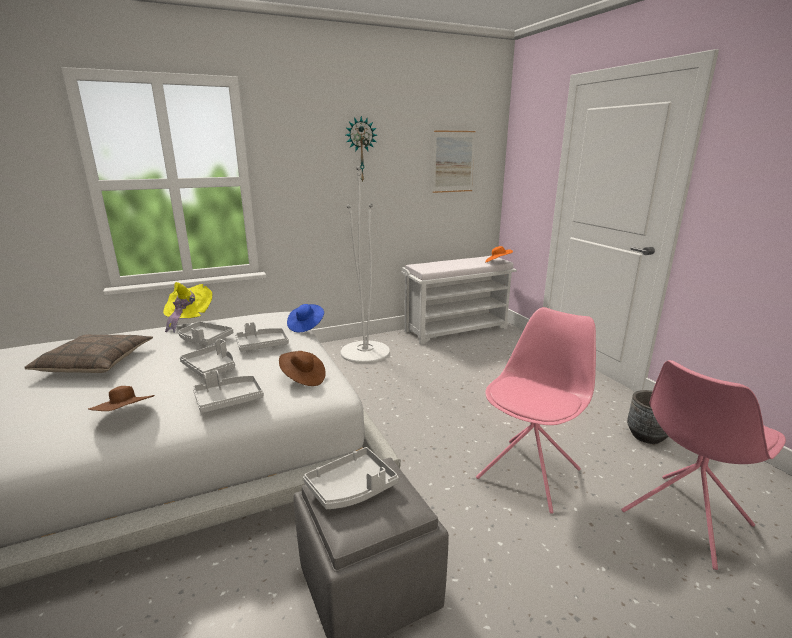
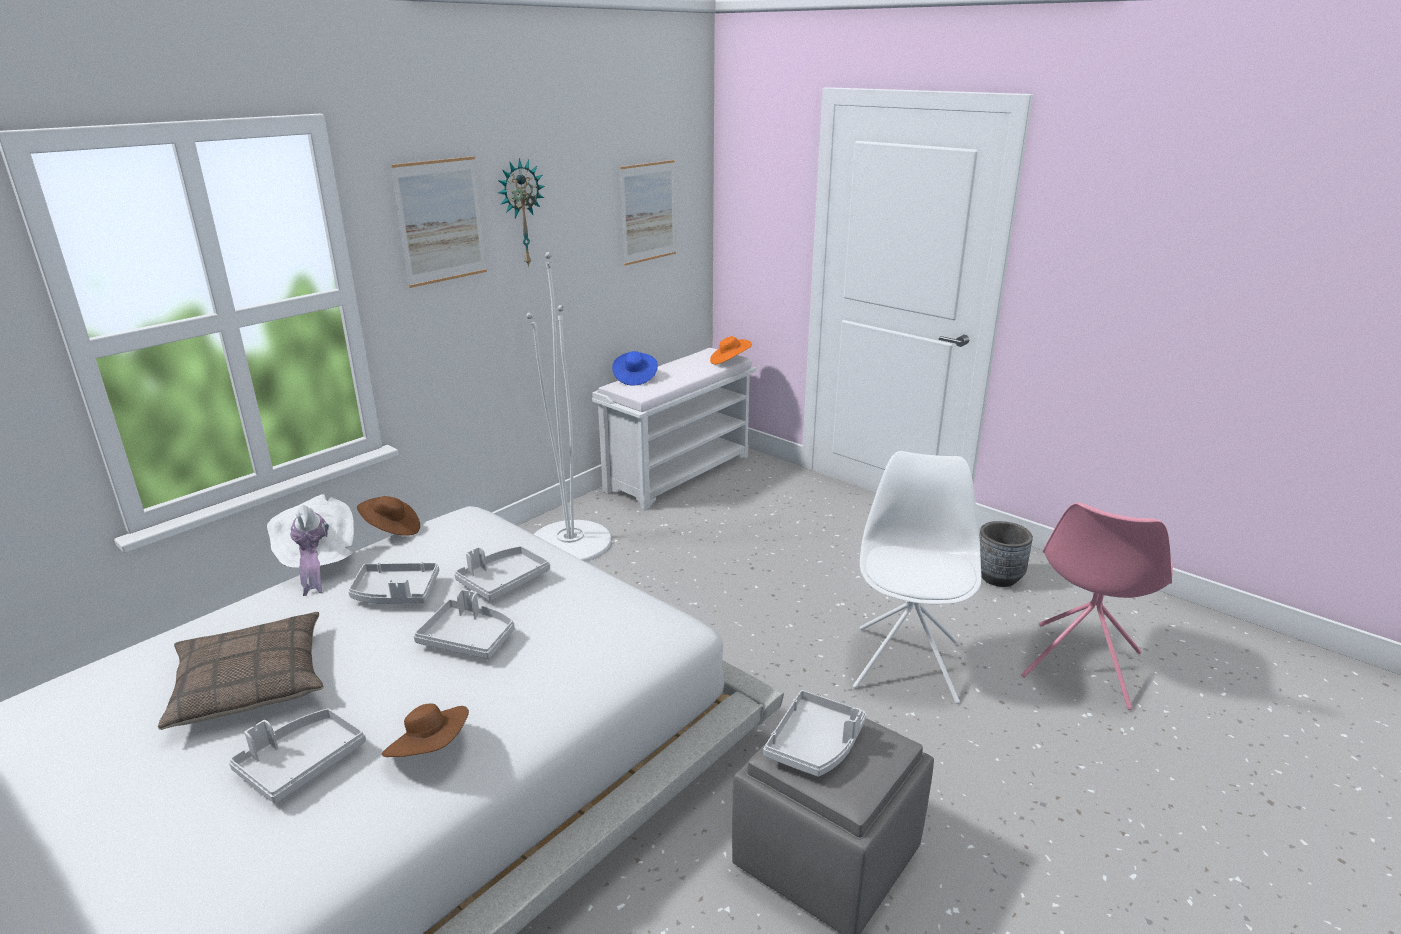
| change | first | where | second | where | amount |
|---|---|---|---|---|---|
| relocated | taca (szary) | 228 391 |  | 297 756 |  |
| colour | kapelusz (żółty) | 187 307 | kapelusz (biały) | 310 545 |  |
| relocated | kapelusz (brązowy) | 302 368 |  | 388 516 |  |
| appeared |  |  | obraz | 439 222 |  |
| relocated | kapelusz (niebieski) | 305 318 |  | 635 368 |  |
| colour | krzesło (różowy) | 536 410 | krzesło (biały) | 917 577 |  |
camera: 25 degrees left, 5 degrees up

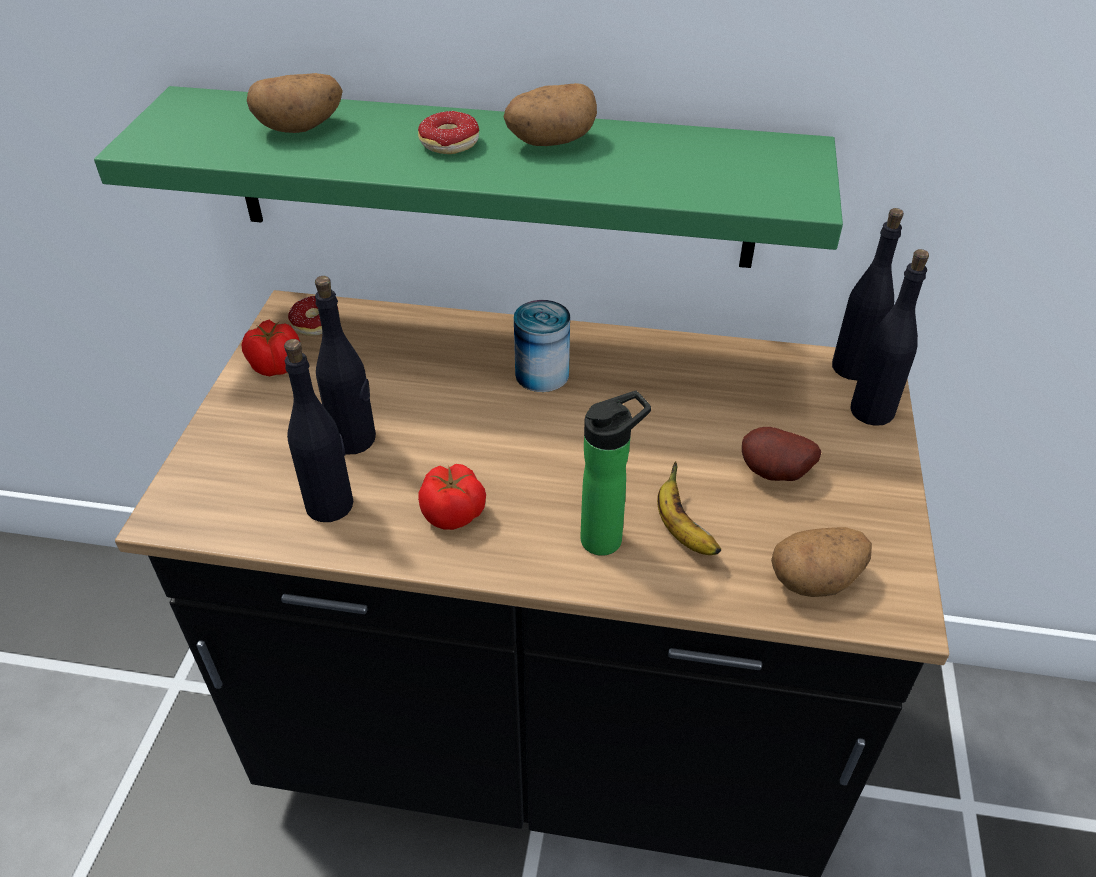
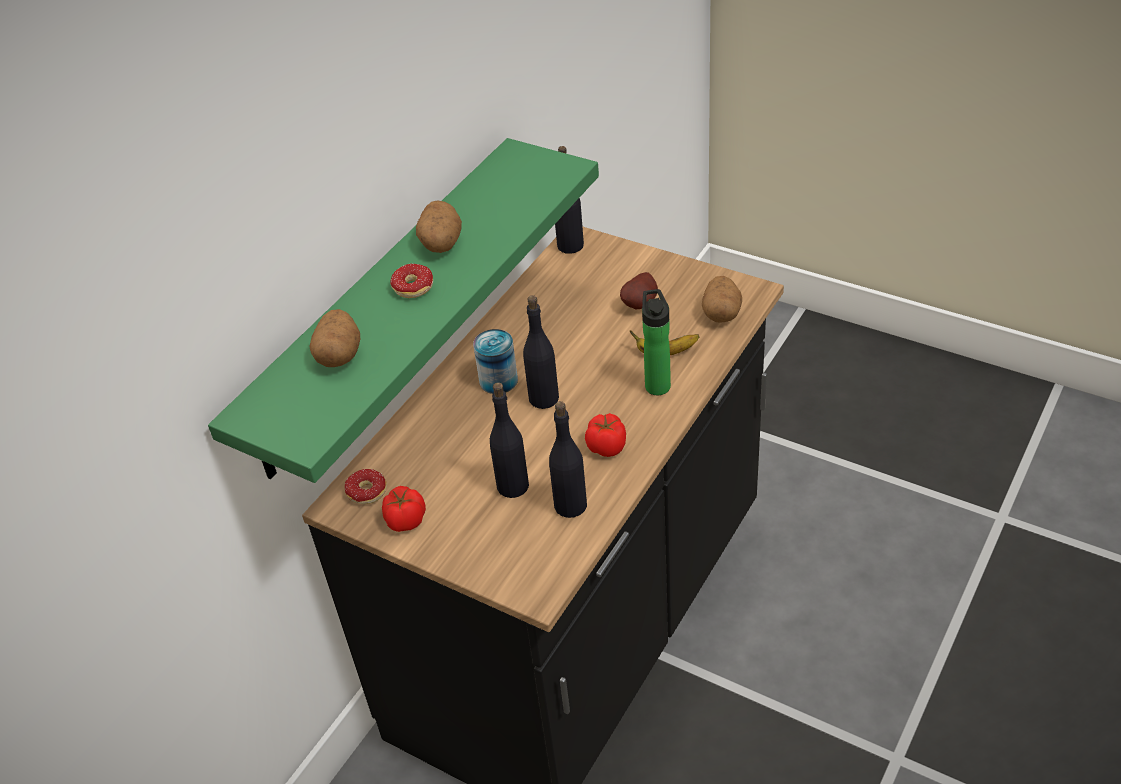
| change | first | where | second | where | amount |
|---|---|---|---|---|---|
| relocated | butelka (czarny) | 889 337 |  | 541 352 |  |
camera: 65 degrees left, 0 degrees up

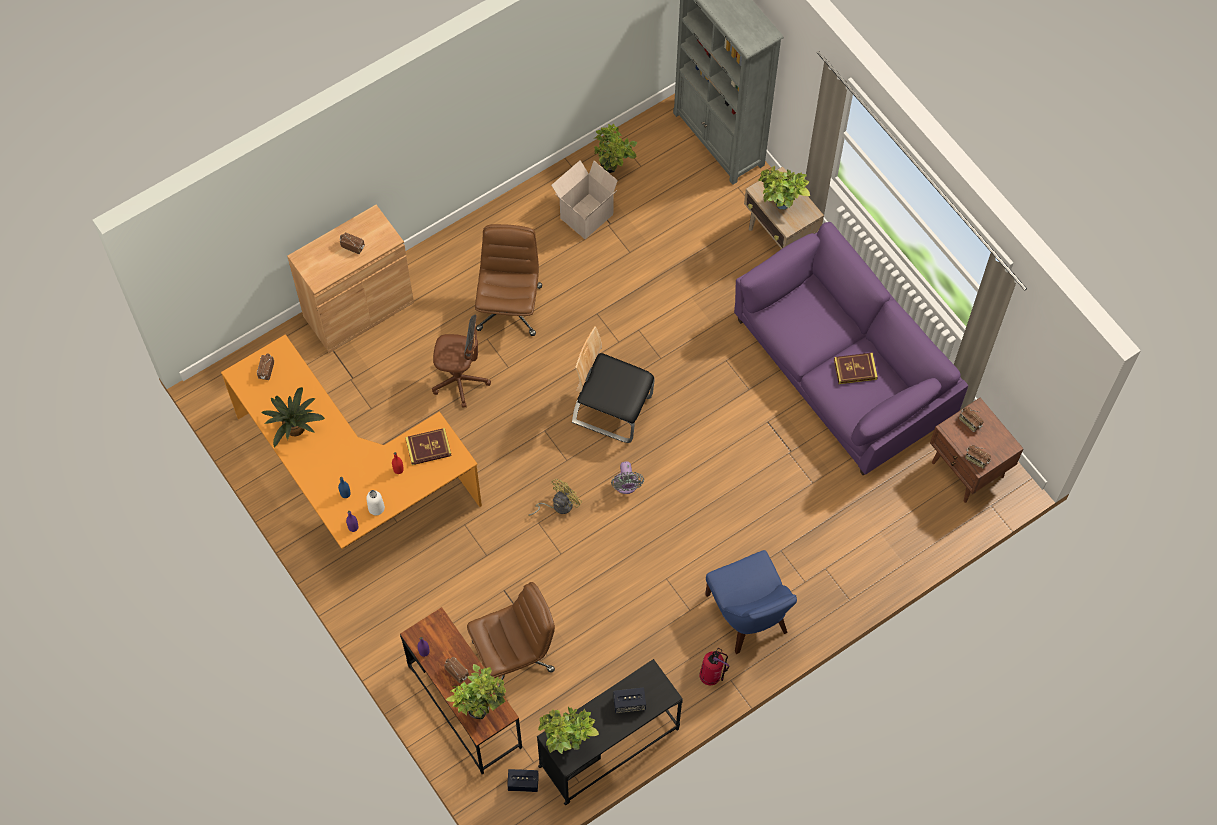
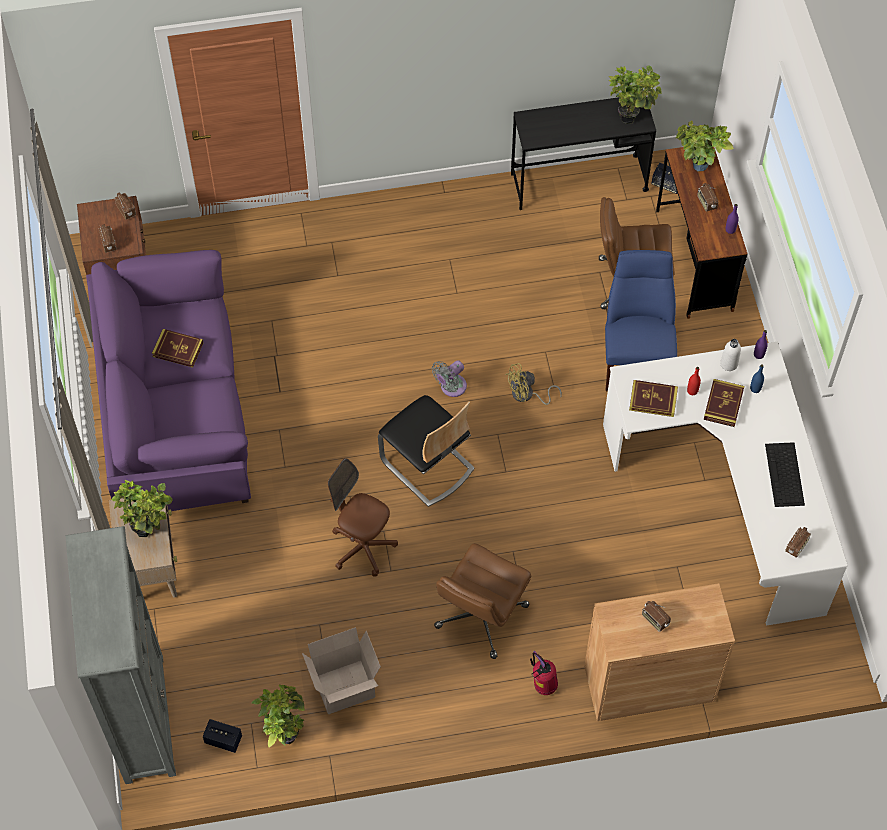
| change | first | where | second | where | amount |
|---|---|---|---|---|---|
| relocated | głośnik | 629 700 |  | 222 736 |  |
| relocated | krzesło biurowe (brązowy) | 461 361 |  | 363 517 |  |
| spun | wentylator (szary) | 627 478 |  | 449 378 | 150 degrees counterclockwise |
| relocated | gaśnica | 714 666 |  | 544 673 |  |
| colour | biurko (pomarańczowy) | 351 441 | biurko (biały) | 725 484 |  |
| relocated | krzesło (niebieski) | 751 602 |  | 641 321 |  |
| appeared |  |  | książka | 723 403 |  |
| exchanged | roślina doniczkowa | 293 417 | klawiatura | 785 474 |  |
camera: 155 degrees left, 5 degrees down

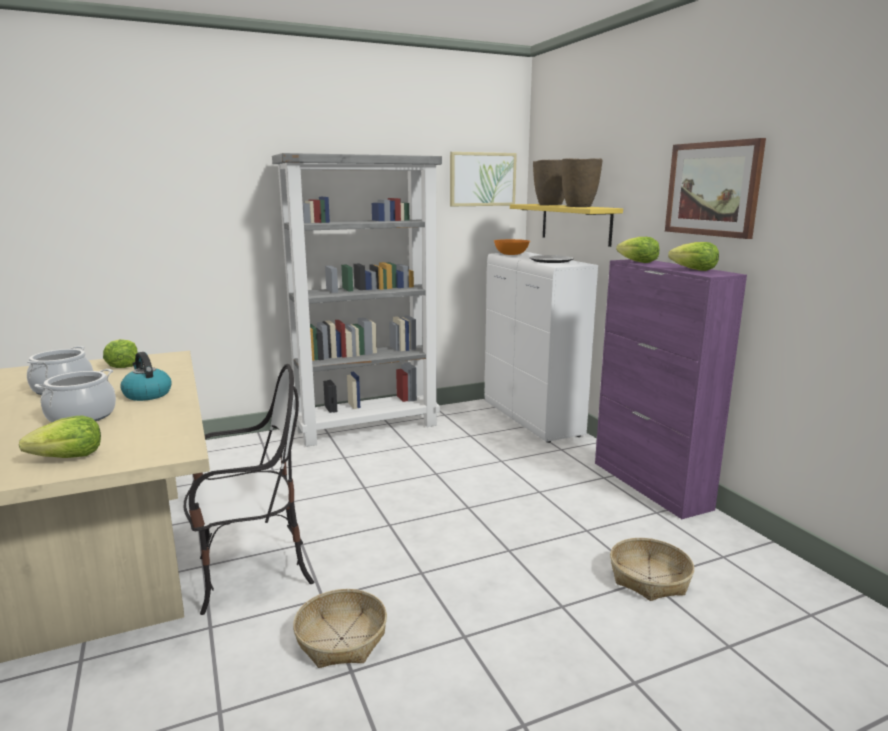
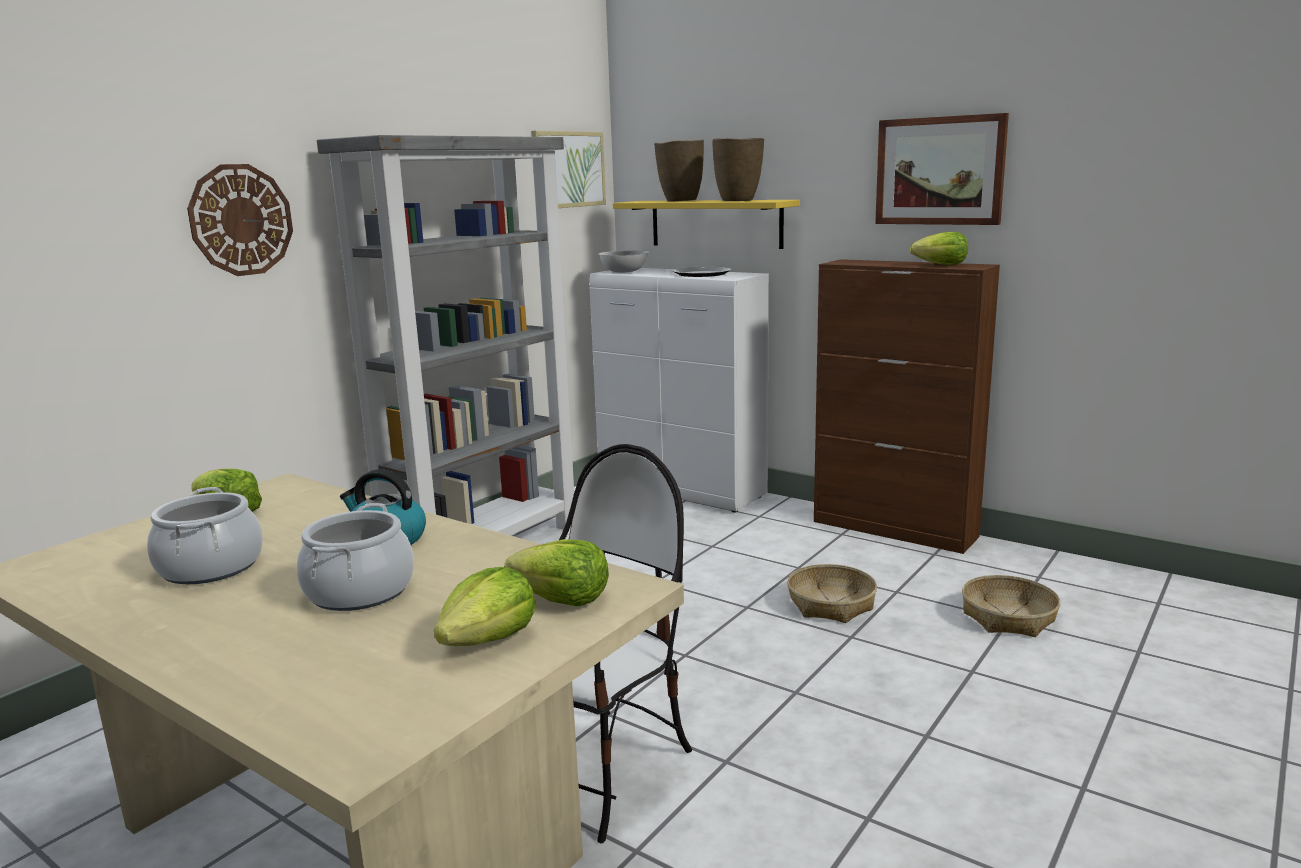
| change | first | where | second | where | amount |
|---|---|---|---|---|---|
| appeared |  |  | zegar ścienny | 240 220 |  |
| relocated | sałata | 637 250 |  | 556 572 |  |
| colour | miska (pomarańczowy) | 512 247 | miska (biały) | 623 261 |  |
| relocated | koszyk | 340 628 |  | 832 593 |  |
| colour | szafka (fioletowy) | 671 389 | szafka (brązowy) | 907 406 |  |
camera: 30 degrees left, 0 degrees up

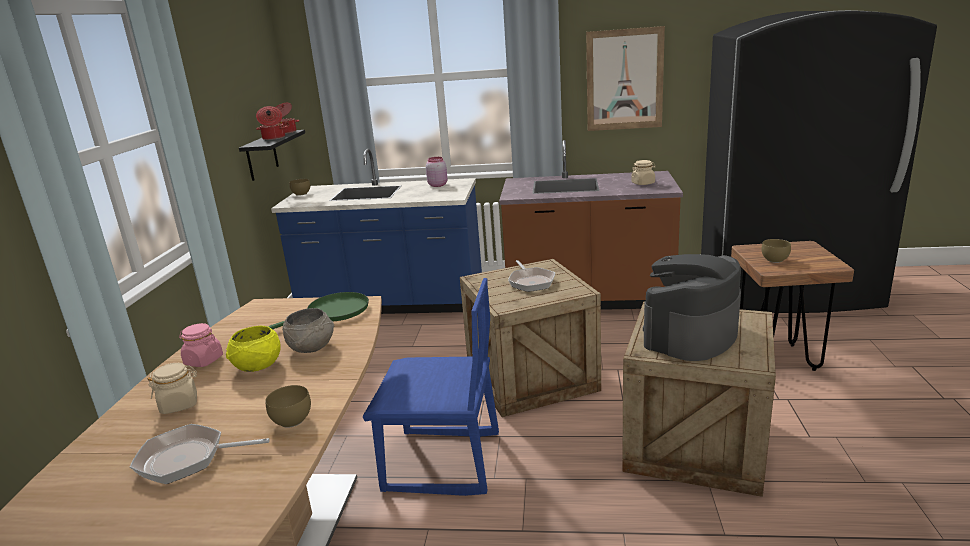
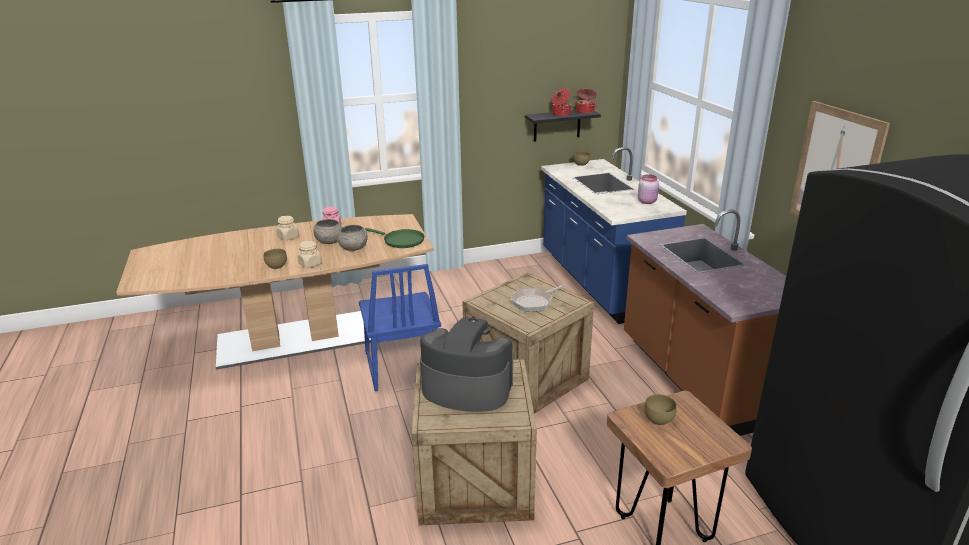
| change | first | where | second | where | amount |
|---|---|---|---|---|---|
| relocated | słoik (beżowy) | 643 172 |  | 309 254 |  |
| colour | miska (żółty) | 253 349 | miska (szary) | 327 231 |  |
| missing | patelnia | 200 454 |  |  |  |
camera: 65 degrees right, 5 degrees up

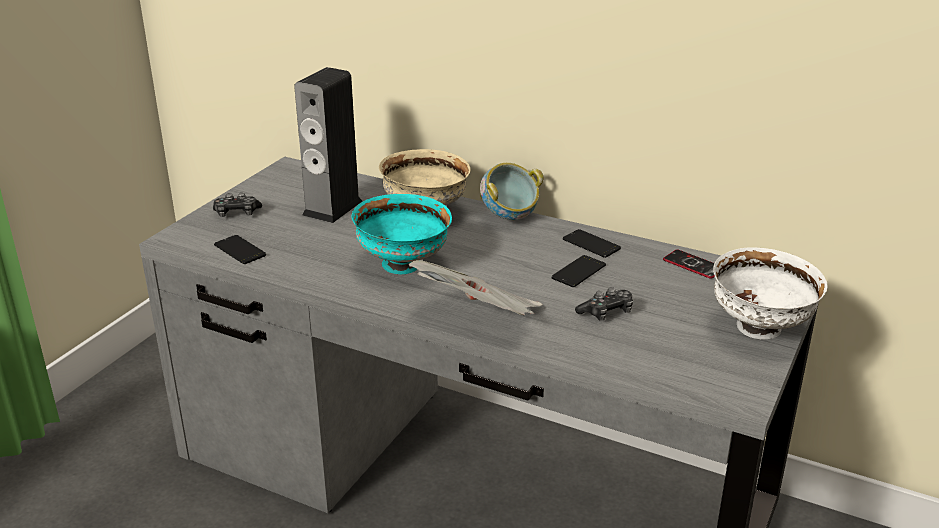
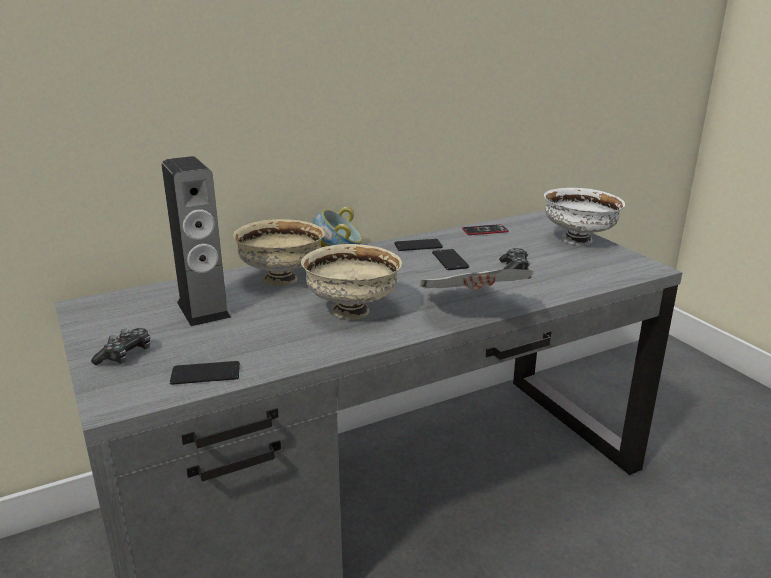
| change | first | where | second | where | amount |
|---|---|---|---|---|---|
| colour | miska (turkusowy) | 401 234 | miska (beżowy) | 351 282 |  |
camera: 55 degrees left, 5 degrees down

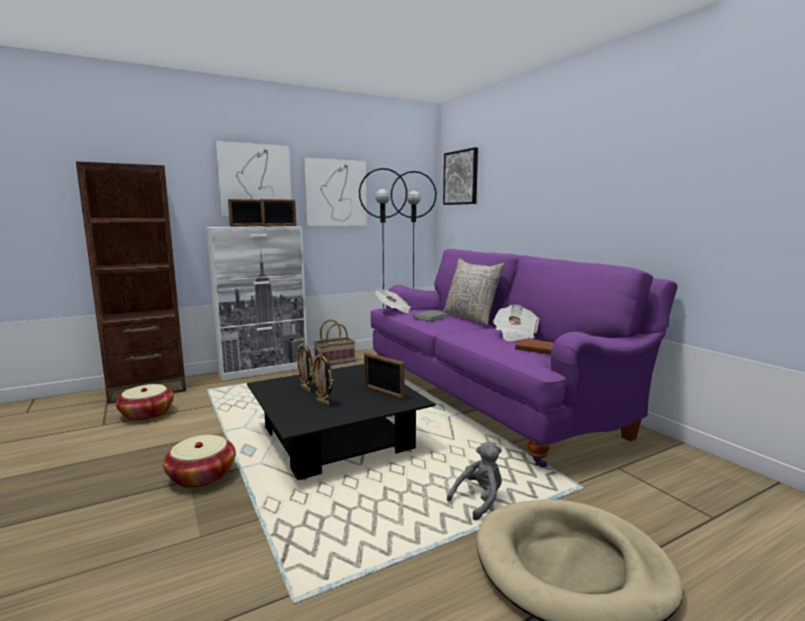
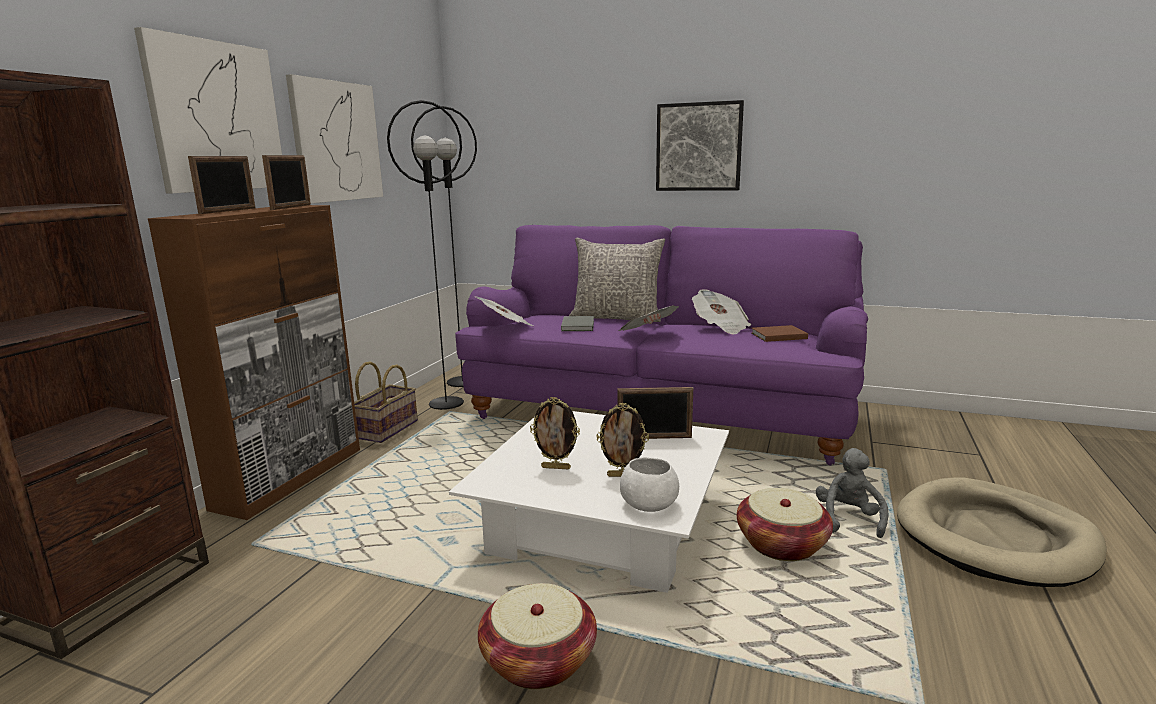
| change | first | where | second | where | amount |
|---|---|---|---|---|---|
| colour | szafka (biały) | 256 303 | szafka (brązowy) | 254 362 |  |
| colour | ława (czarny) | 341 422 | ława (biały) | 589 502 |  |
| appeared |  |  | gazeta | 648 318 |  |
| appeared |  |  | miska (biały) | 649 484 |  |
| relocated | obraz | 460 176 |  | 700 145 |  |
| relocated | koszyk | 145 402 |  | 785 524 |  |
camera: 40 degrees left, 5 degrees up

